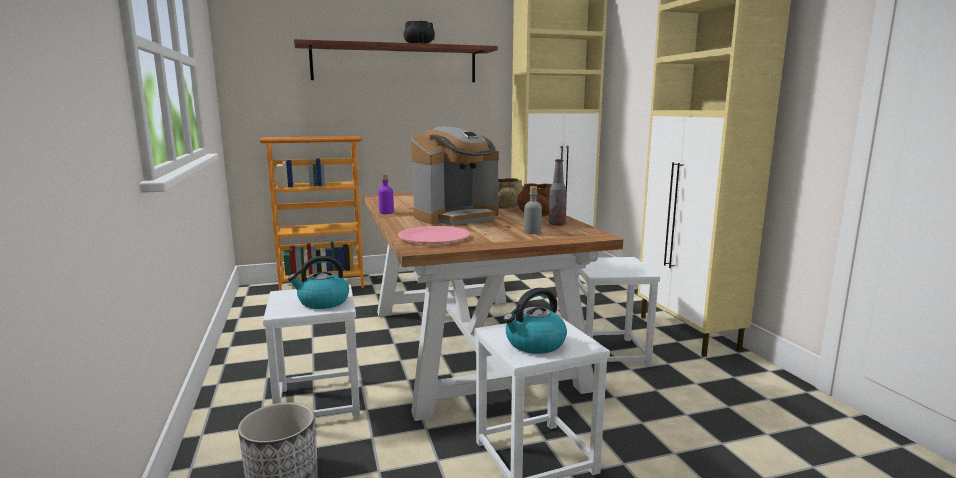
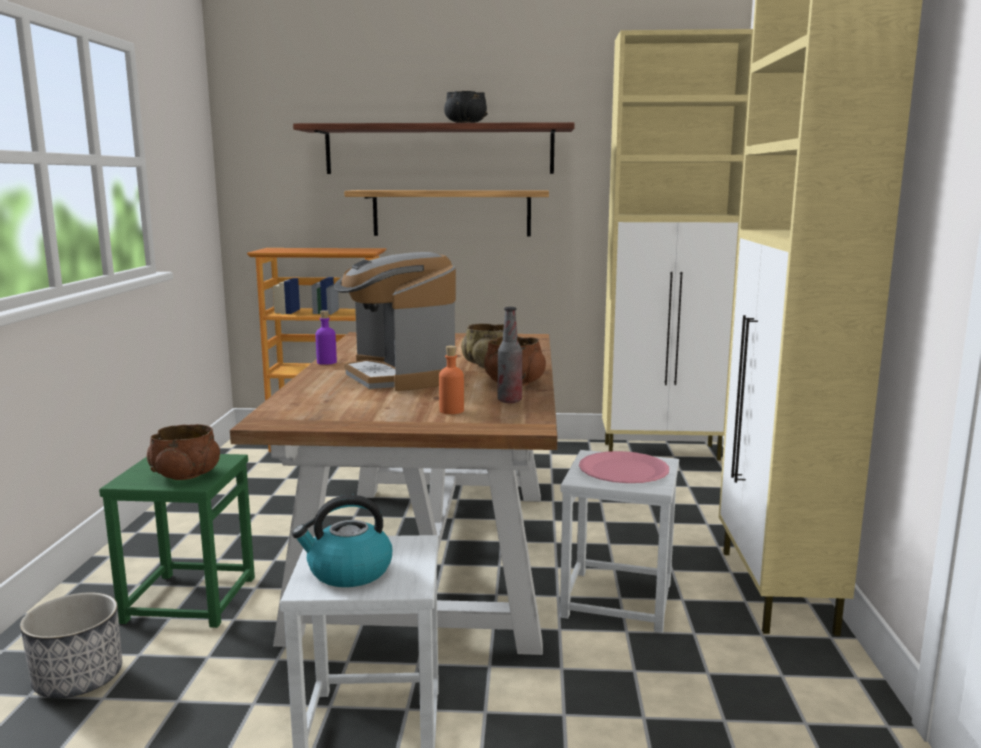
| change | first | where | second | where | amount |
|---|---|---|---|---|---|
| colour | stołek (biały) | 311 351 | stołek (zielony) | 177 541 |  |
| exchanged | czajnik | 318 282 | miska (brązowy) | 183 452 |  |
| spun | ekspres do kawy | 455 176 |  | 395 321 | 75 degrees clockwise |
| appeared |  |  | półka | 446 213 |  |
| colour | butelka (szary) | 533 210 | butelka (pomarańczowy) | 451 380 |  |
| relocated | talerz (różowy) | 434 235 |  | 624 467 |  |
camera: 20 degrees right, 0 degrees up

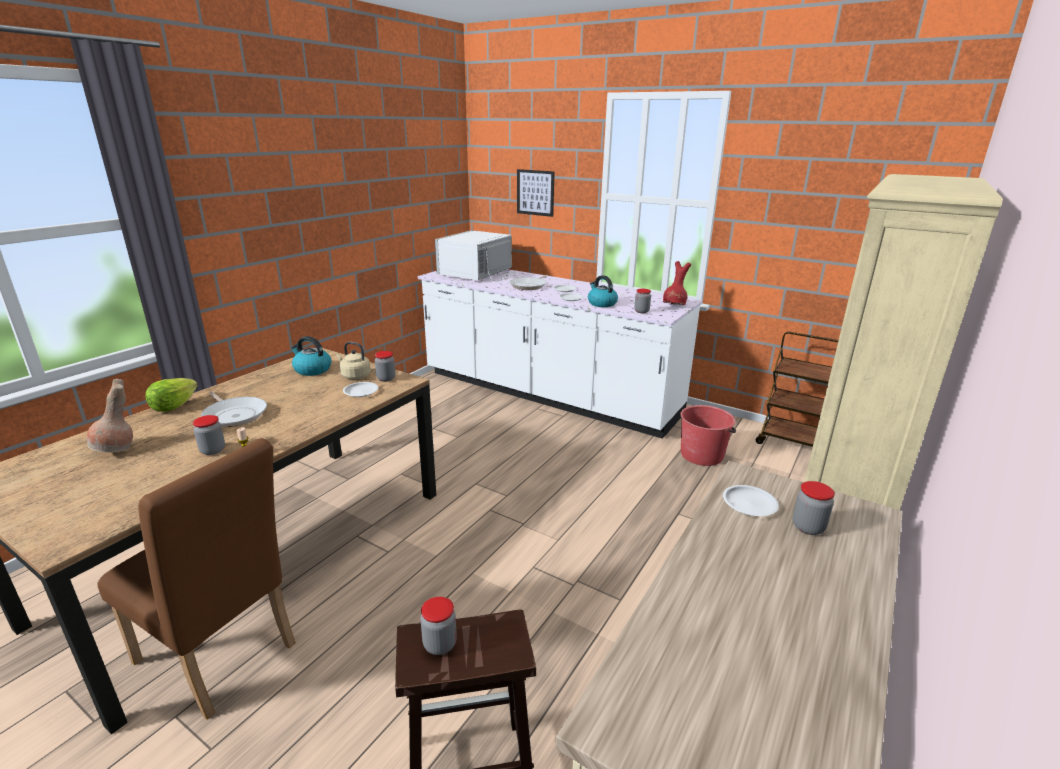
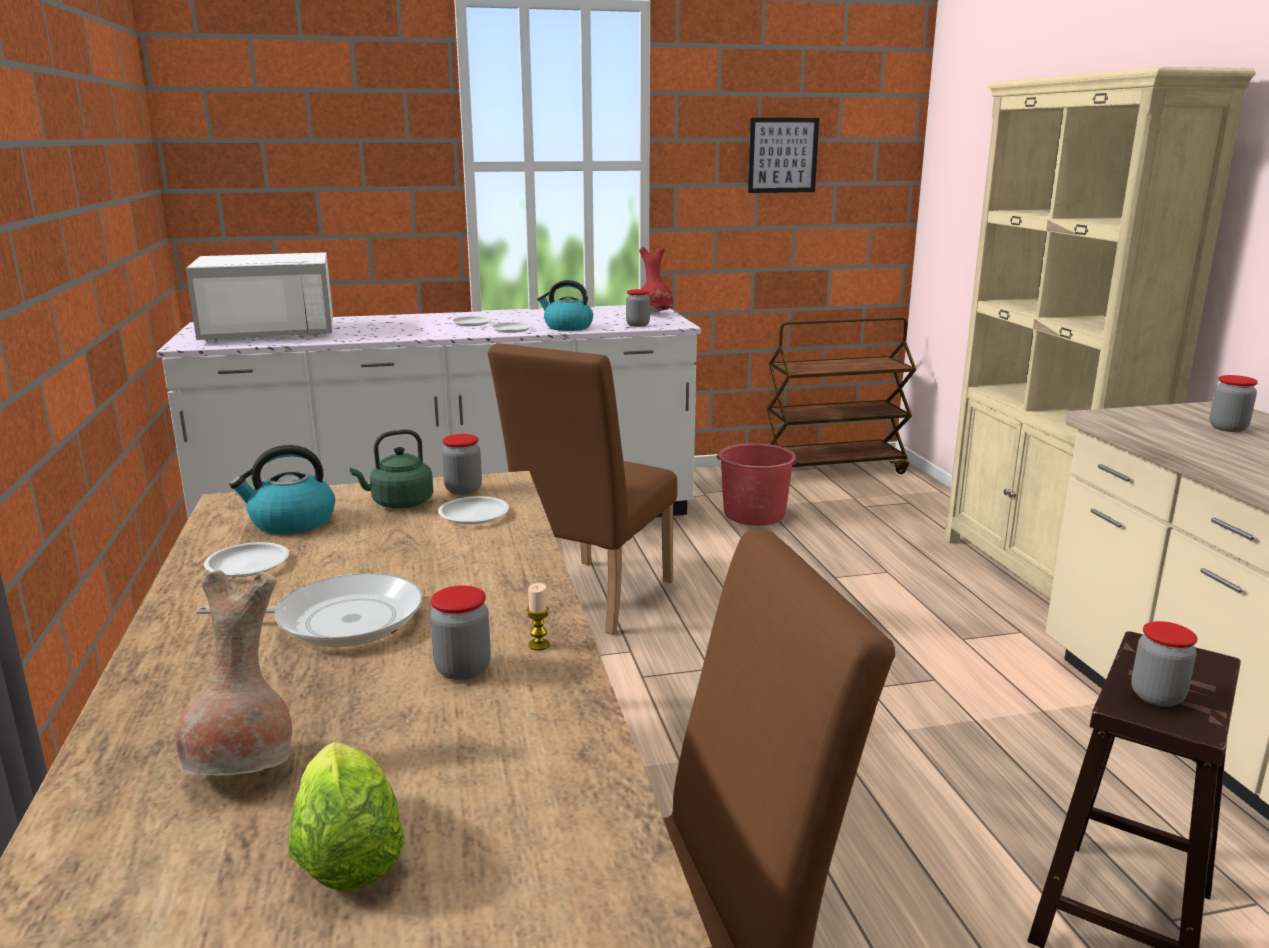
| change | first | where | second | where | amount |
|---|---|---|---|---|---|
| spun | mikrofalówka (biały) | 475 255 |  | 259 296 | 90 degrees counterclockwise |
| relocated | talerz (biały) | 751 500 |  | 246 559 |  |
| relocated | sałata | 172 395 |  | 346 816 |  |
| colour | czajnik (beżowy) | 353 360 | czajnik (zielony) | 392 469 |  |
| appeared |  |  | krzesło (brązowy) | 582 489 |  |
| relocated | obraz | 536 193 |  | 783 155 |  |
| missing | patelnia | 528 282 |  |  |  |
camera: 45 degrees left, 5 degrees down

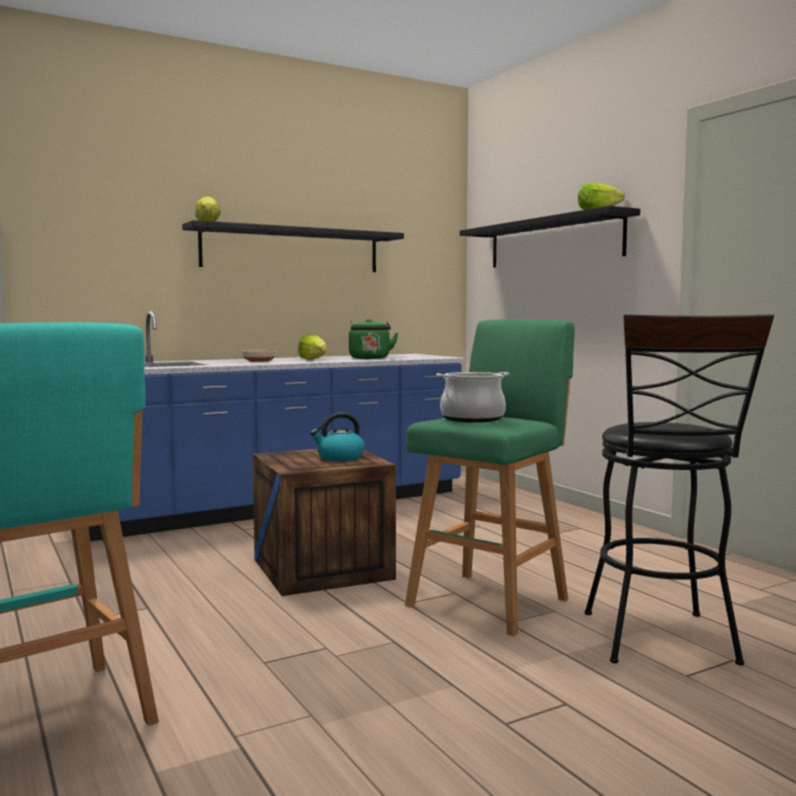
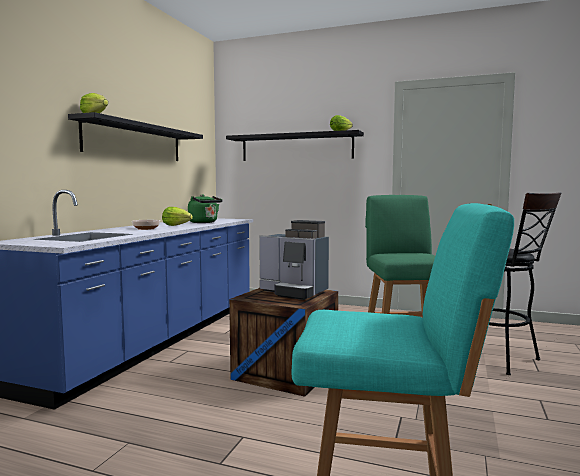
| change | first | where | second | where | amount |
|---|---|---|---|---|---|
| exchanged | czajnik | 337 437 | ekspres do kawy | 294 260 |  |
| missing | garnek | 472 397 |  |  |  |
camera: 40 degrees left, 0 degrees up

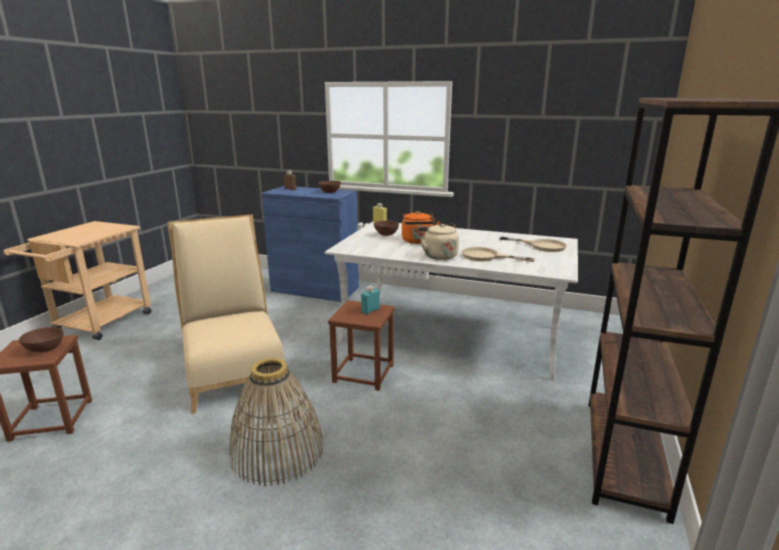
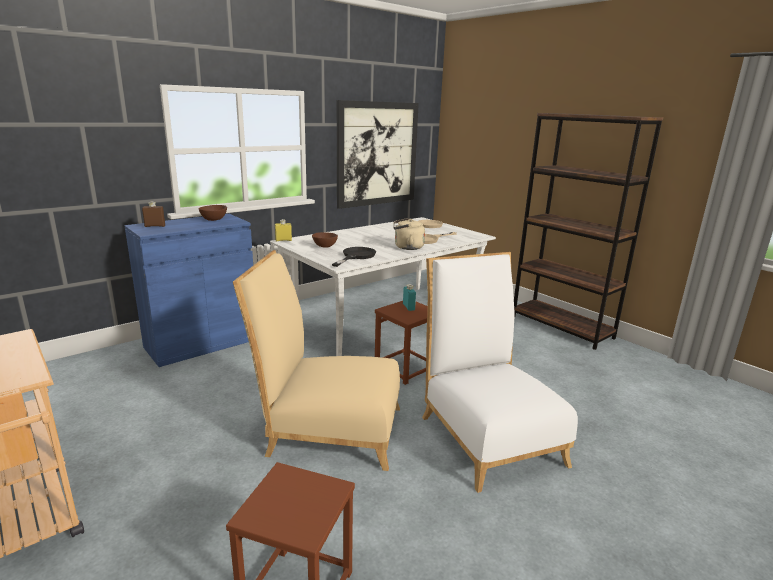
| change | first | where | second | where | amount |
|---|---|---|---|---|---|
| appeared |  |  | patelnia (czarny) | 354 257 |  |
| appeared |  |  | obraz | 378 154 |  |
| exchanged | koszyk | 276 422 | krzesło (biały) | 500 372 |  |
| missing | miska (brązowy) | 41 339 |  |  |  |
| missing | czajnik (pomarańczowy) | 421 227 |  |  |  |
camera: 60 degrees left, 0 degrees up

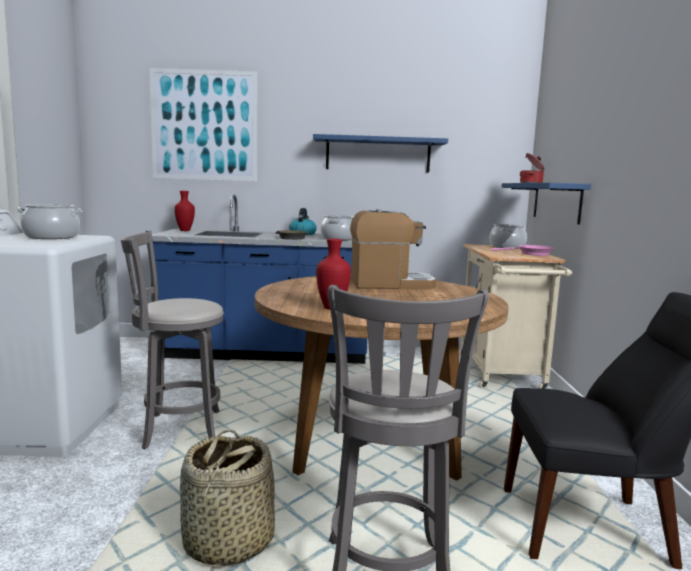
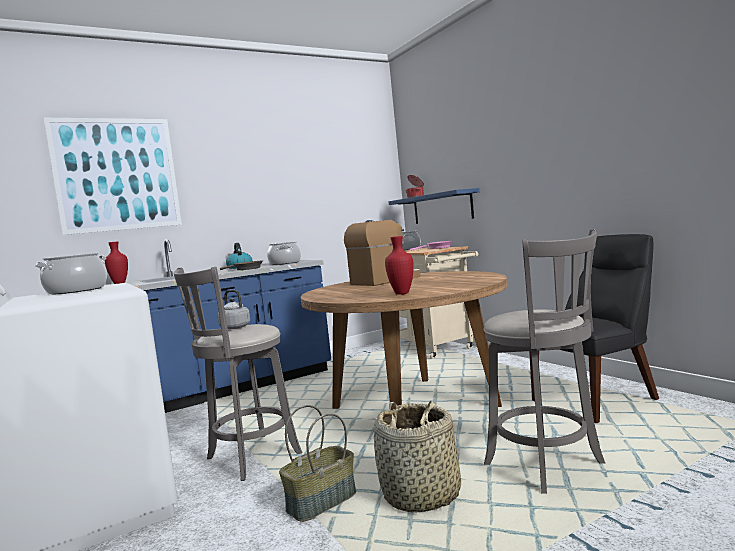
| change | first | where | second | where | amount |
|---|---|---|---|---|---|
| appeared |  |  | czajnik (szary) | 234 309 |  |
| appeared |  |  | koszyk | 317 463 |  |
| missing | półka (niebieski) | 380 153 |  |  |  |
camera: 30 degrees left, 5 degrees down

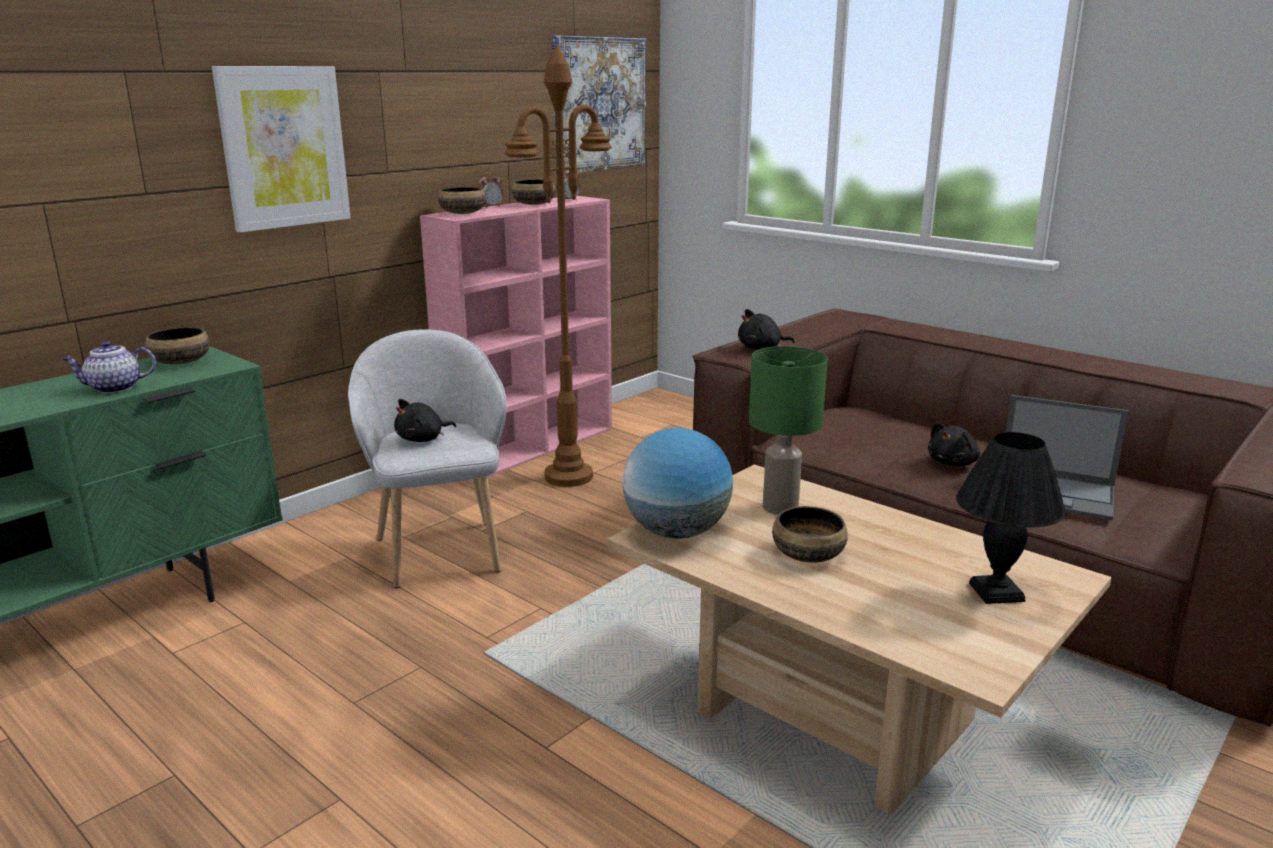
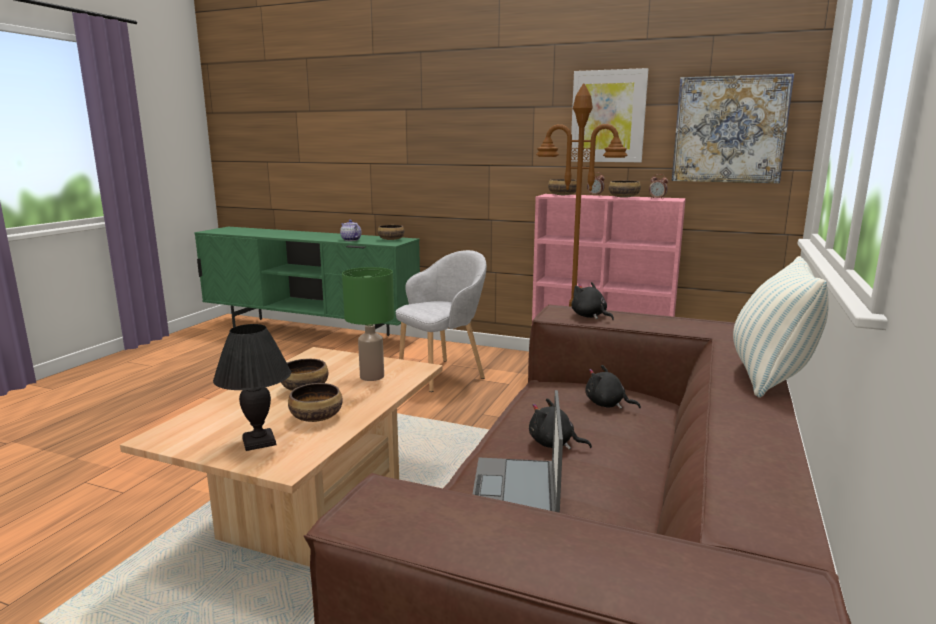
| change | first | where | second | where | amount |
|---|---|---|---|---|---|
| appeared |  |  | miska | 315 402 |  |
| relocated | obraz | 281 149 |  | 609 115 |  |
| relocated | pluszak (czarny) | 425 420 |  | 613 387 |  |
| appeared |  |  | poduszka | 781 327 |  |
| missing | globus | 677 483 |  |  |  |
camera: 70 degrees right, 5 degrees down

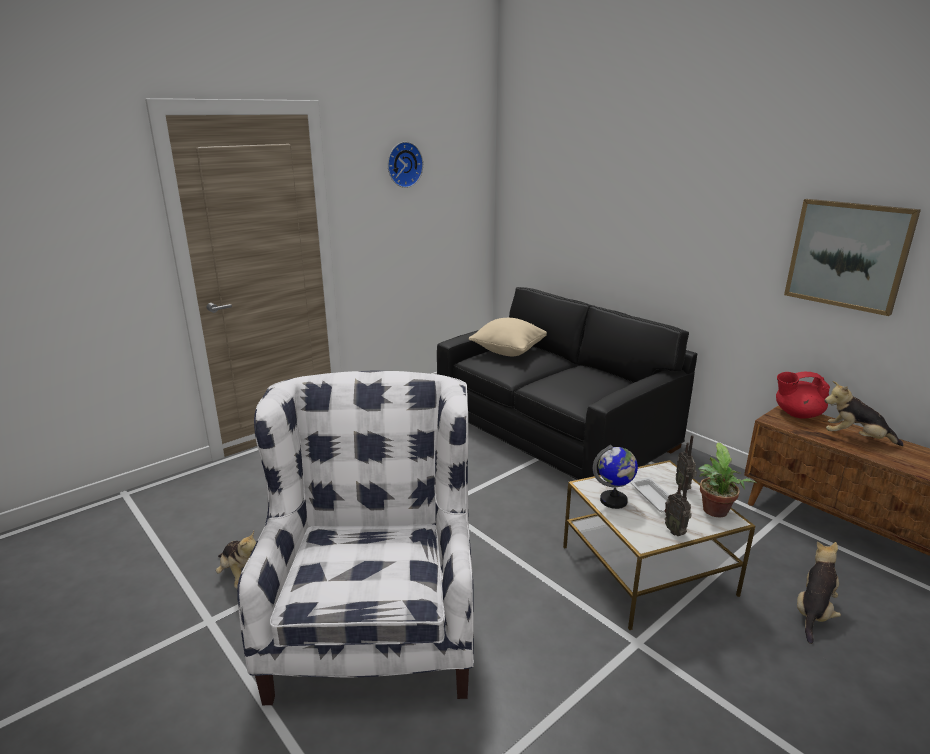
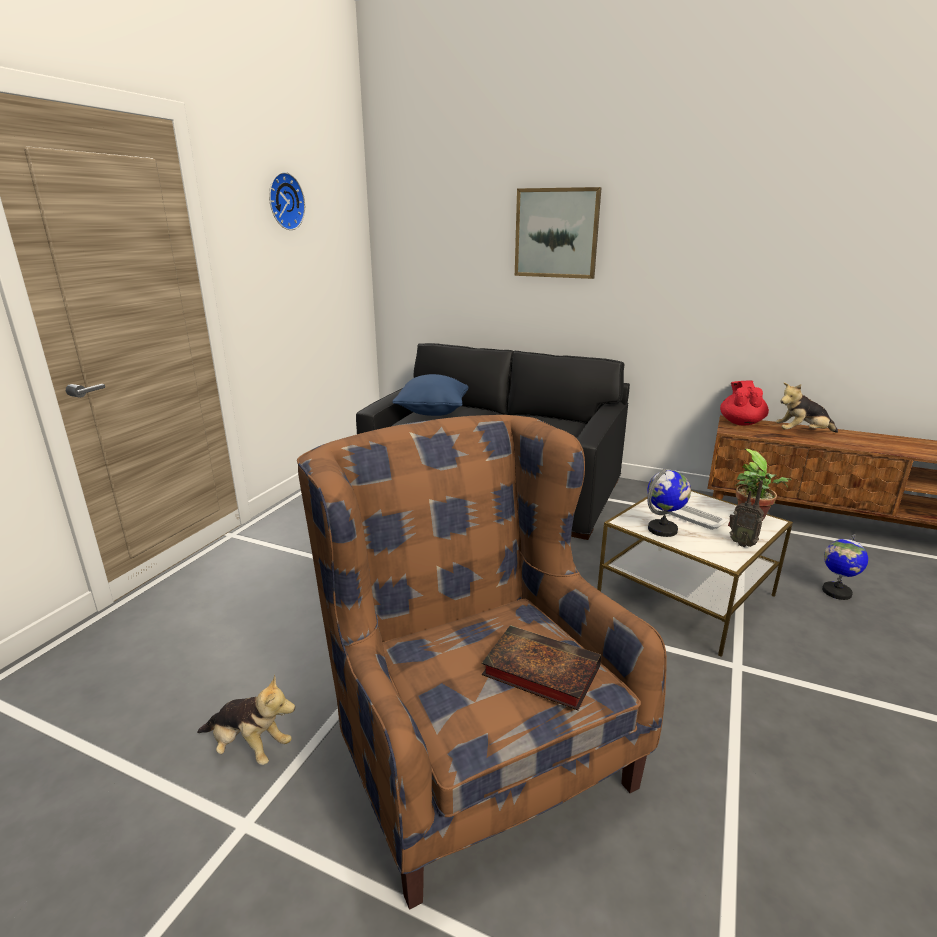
| change | first | where | second | where | amount |
|---|---|---|---|---|---|
| colour | fotel (biały) | 355 538 | fotel (brązowy) | 482 662 |  |
| colour | poduszka (beżowy) | 508 337 | poduszka (niebieski) | 430 395 |  |
| appeared |  |  | książka | 541 667 |  |
| relocated | obraz | 852 257 |  | 558 233 |  |
| spun | imbryk (czerwony) | 803 395 |  | 744 403 | 120 degrees clockwise |
| exchanged | pluszak | 819 592 | globus | 845 567 |  |
| missing | radio | 686 463 |  |  |  |
camera: 25 degrees left, 0 degrees up

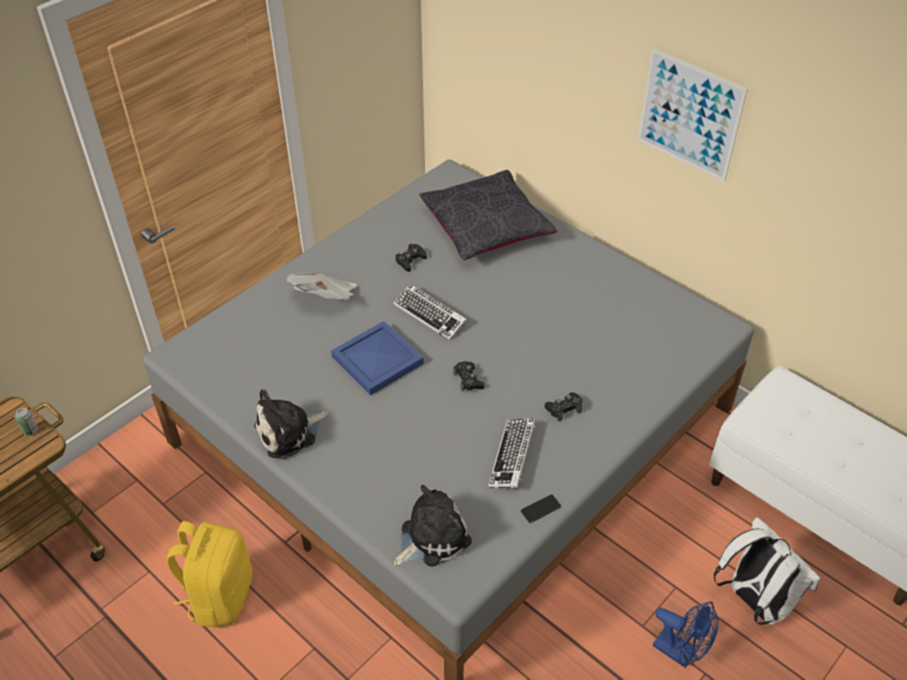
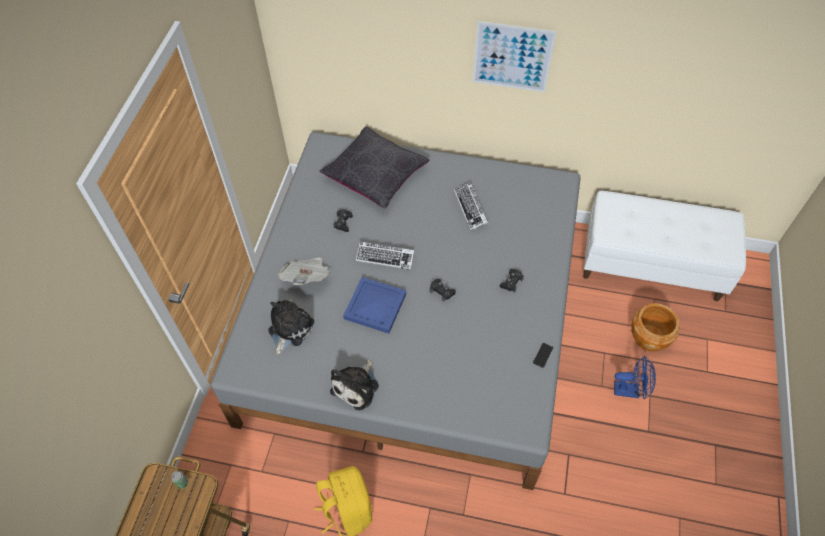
| change | first | where | second | where | amount |
|---|---|---|---|---|---|
| relocated | pluszak | 432 526 |  | 291 328 |  |
| relocated | klawiatura | 512 453 |  | 471 206 |  |
| exchanged | plecak (biały) | 767 571 | donica (brązowy) | 655 327 |  |
camera: 30 degrees left, 10 degrees up

